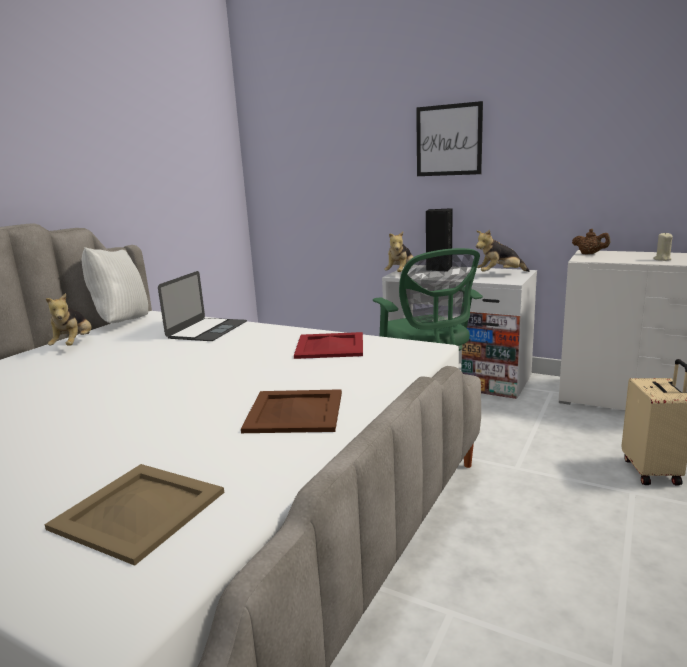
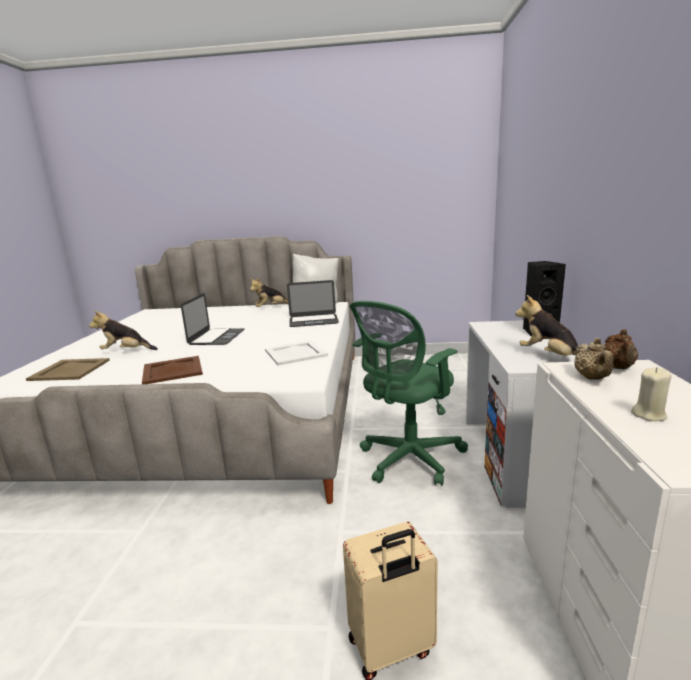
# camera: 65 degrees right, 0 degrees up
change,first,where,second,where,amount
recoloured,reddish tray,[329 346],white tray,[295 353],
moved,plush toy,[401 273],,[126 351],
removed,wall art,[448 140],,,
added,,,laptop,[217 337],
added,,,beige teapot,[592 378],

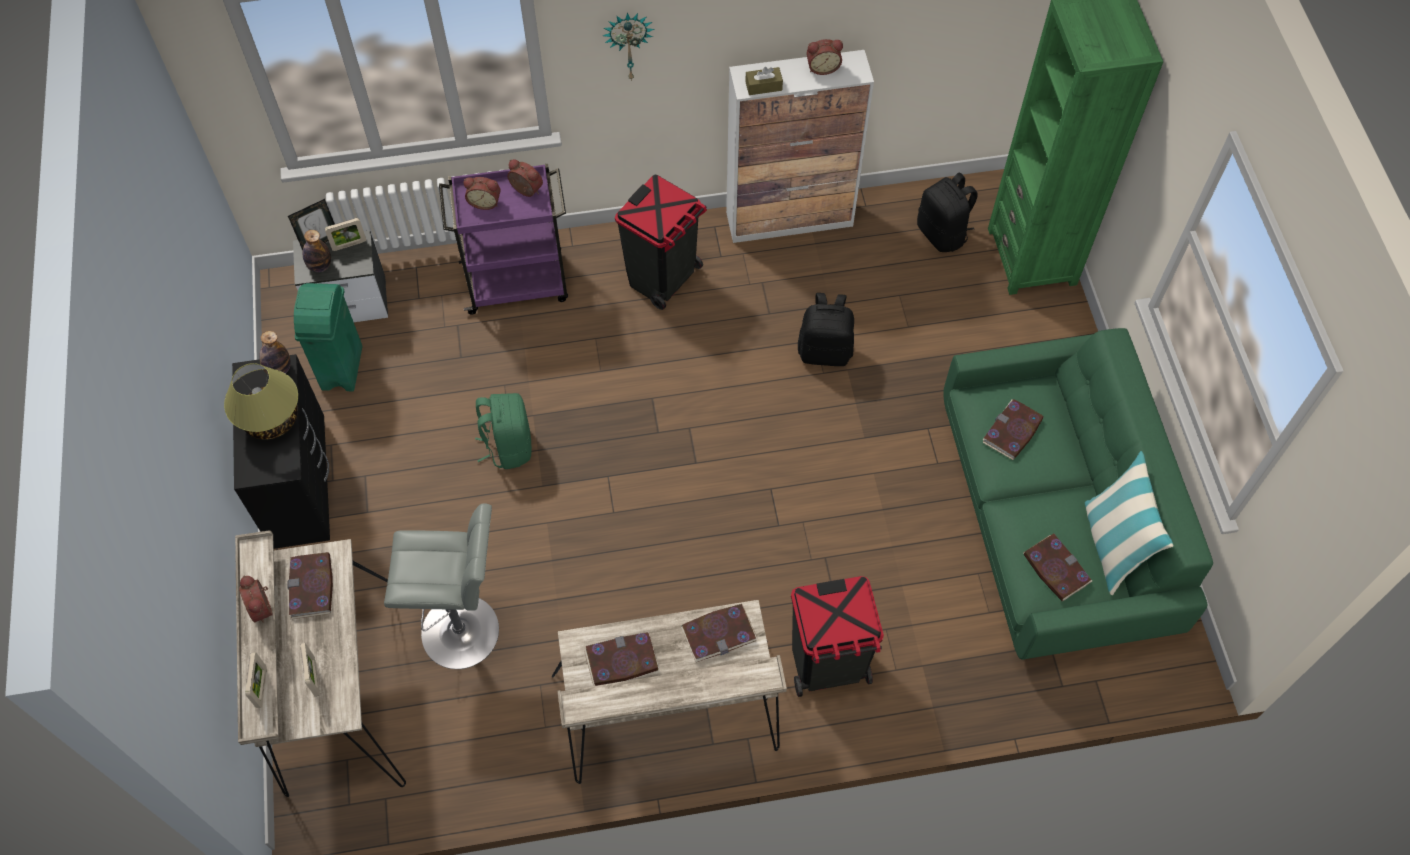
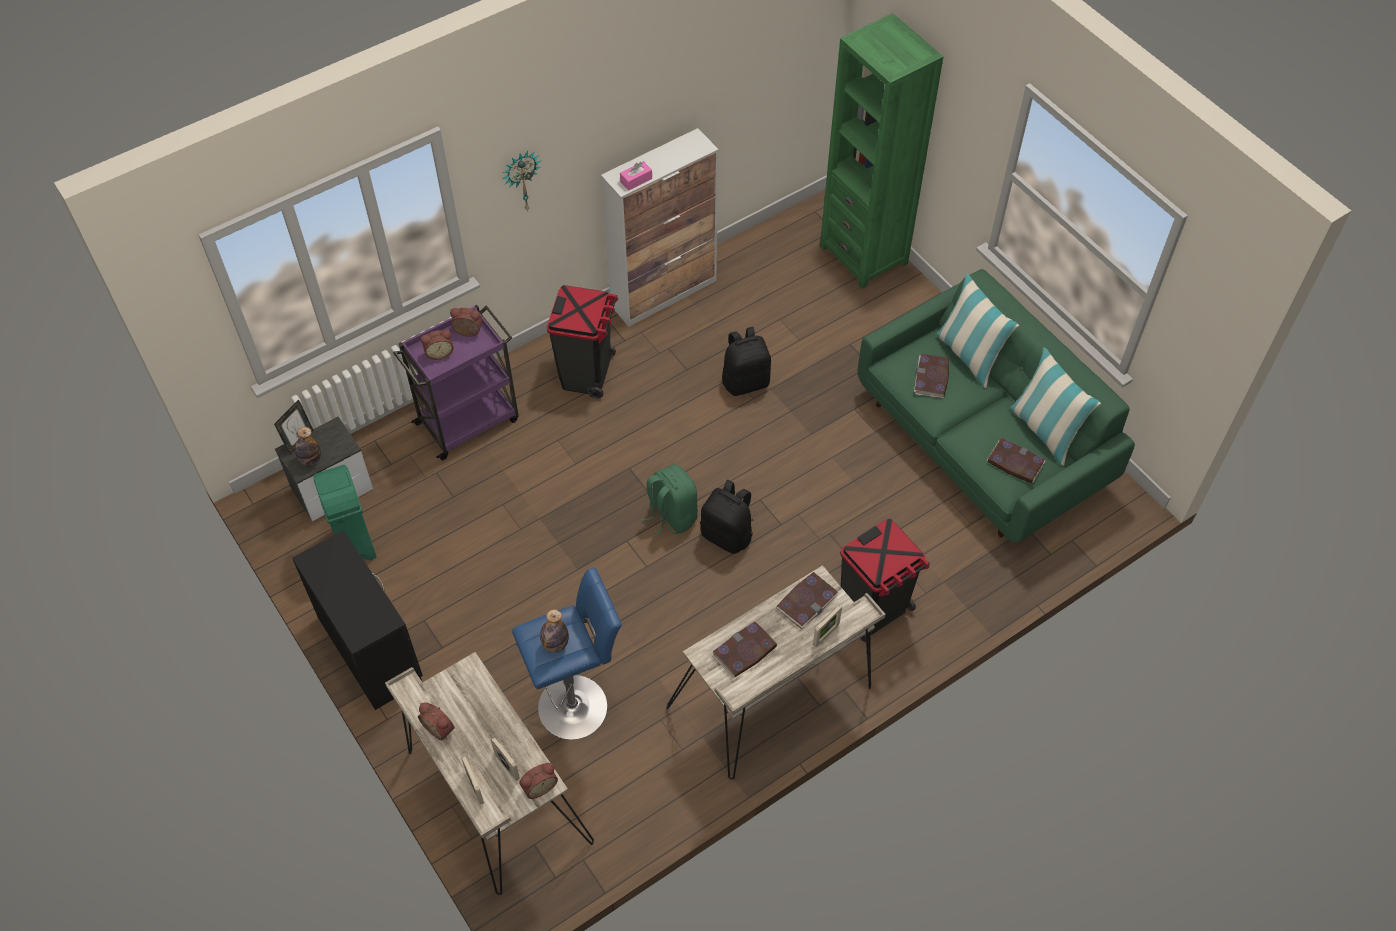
# camera: 25 degrees left, 5 degrees down
change,first,where,second,where,amount
removed,table lamp,[271 419],,,
moved,beverage bottle,[279 369],,[555 644],
removed,book,[311 587],,,
moved,photo frame,[349 245],,[826 635],
recoloured,grey stool,[466 631],bluish stool,[577 704],
moved,greenish backpack,[508 446],,[671 516],
recoloured,brown tissue holder,[763 86],pink tissue holder,[636 180],
moved,bedside clock,[822 67],,[539 786],
moved,black-coloured backpack,[942 234],,[727 535],
added,,,pillow,[969 355],

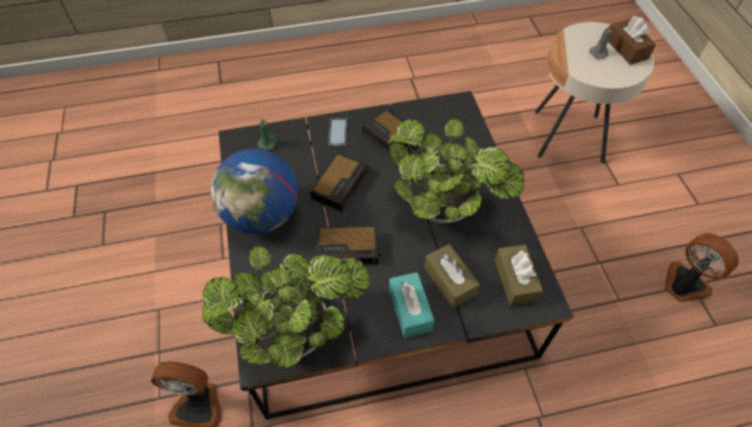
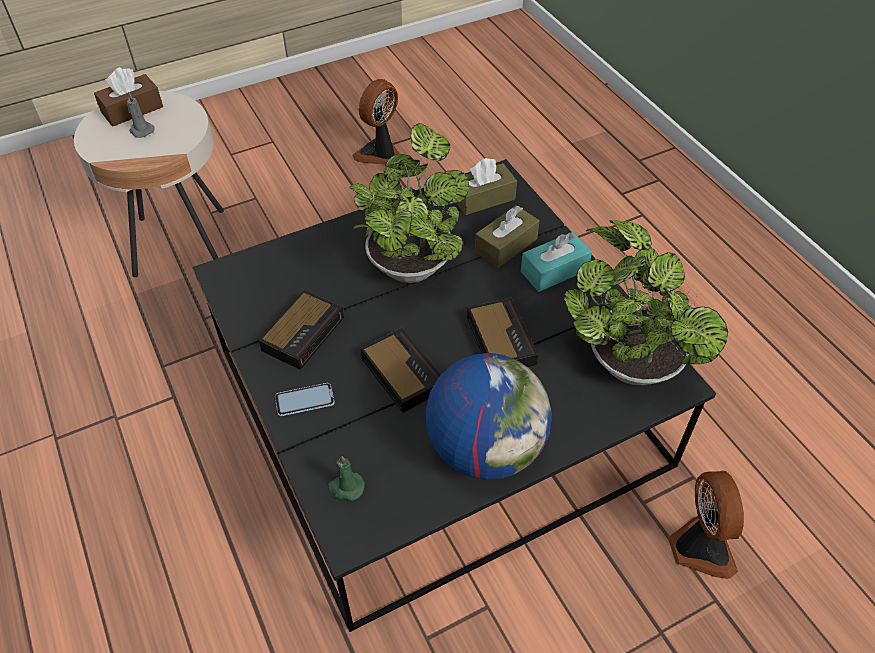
# camera: 105 degrees left, 5 degrees down
change,first,where,second,where,amount
turned,bedside clock,[340 183],,[401 372],45 degrees clockwise

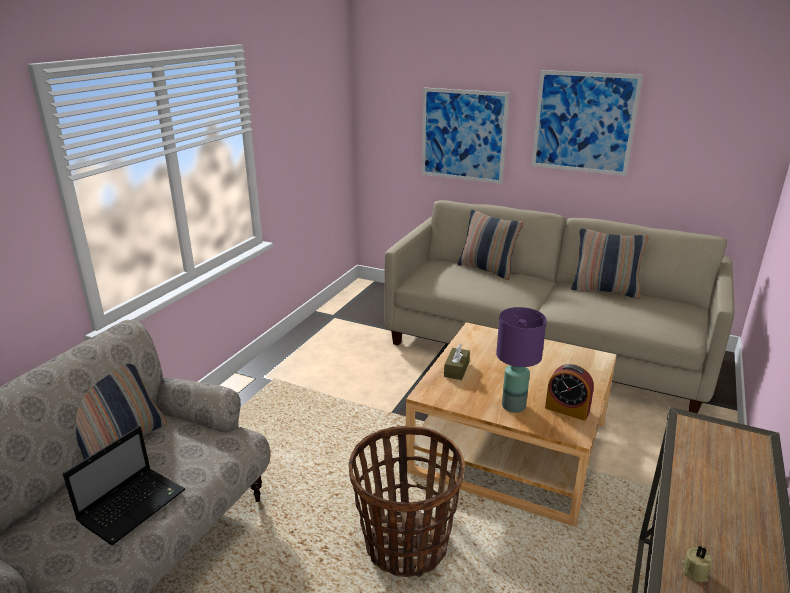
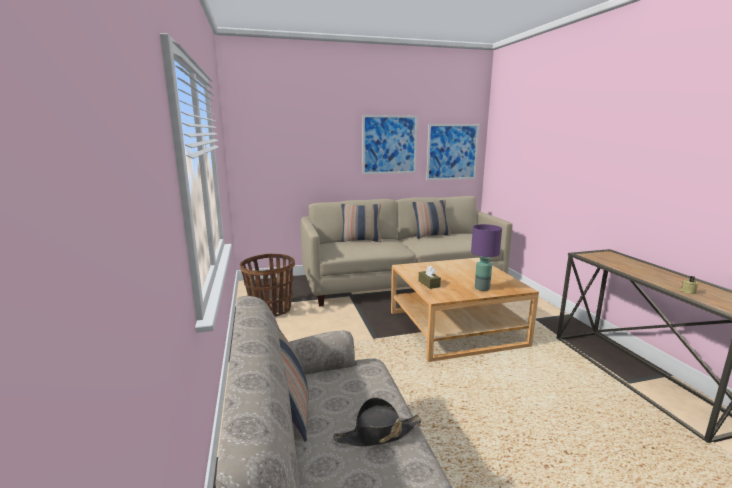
# camera: 40 degrees left, 10 degrees down
change,first,where,second,where,amount
replaced,laptop,[134 505],black-coloured hat,[378 434],
moved,basket,[405 545],,[271 310],
moved,wall art,[463 135],,[452 152],
removed,bedside clock,[567 409],,,

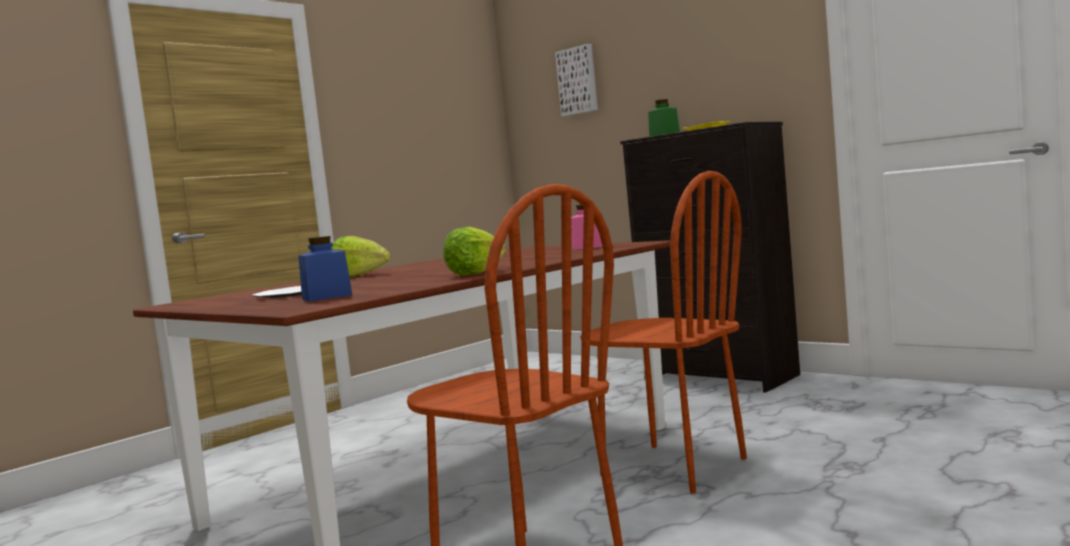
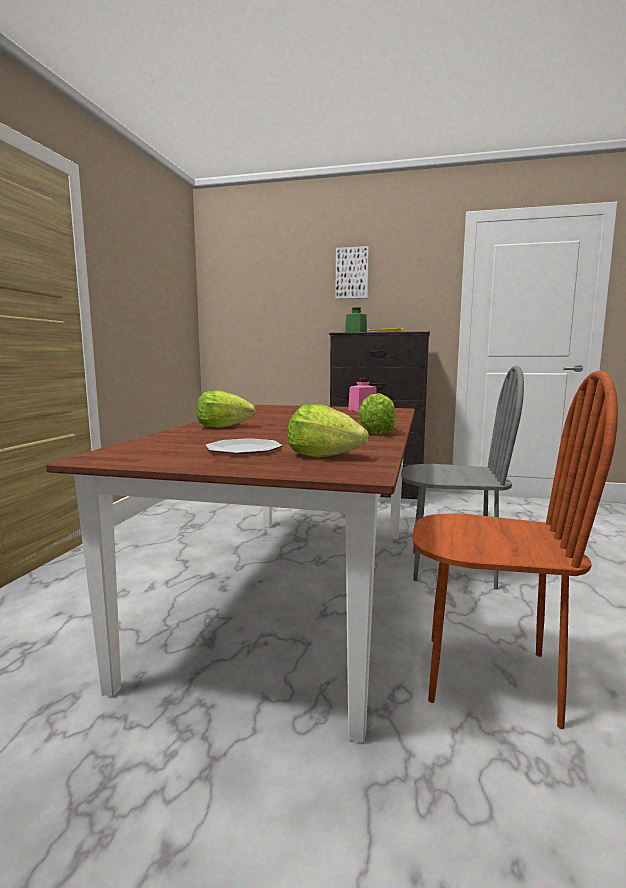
# camera: 30 degrees left, 5 degrees up
change,first,where,second,where,amount
replaced,bluish storage jar,[327 297],head of lettuce,[323 456],
moved,wall art,[578 81],,[352 273],
recoloured,brown plain chair,[673 467],grey plain chair,[452 568],

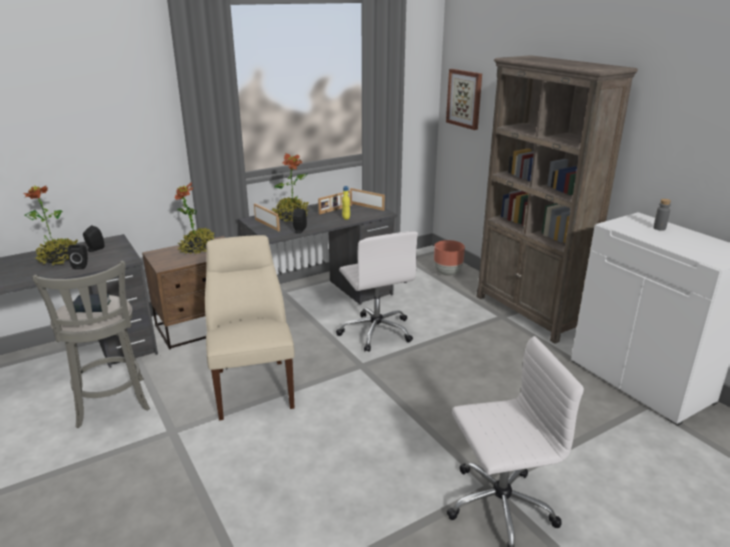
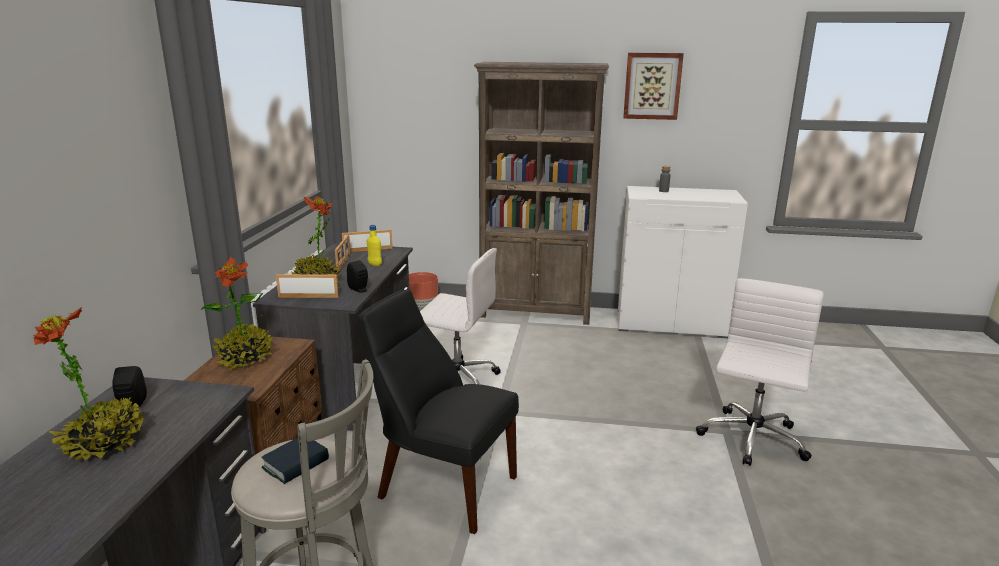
# camera: 50 degrees left, 5 degrees down
change,first,where,second,where,amount
removed,black-coloured loudspeaker,[82 266],,,
recoloured,beige plain chair,[253 385],black-coloured plain chair,[442 485],
moved,wall art,[465 98],,[652 86],

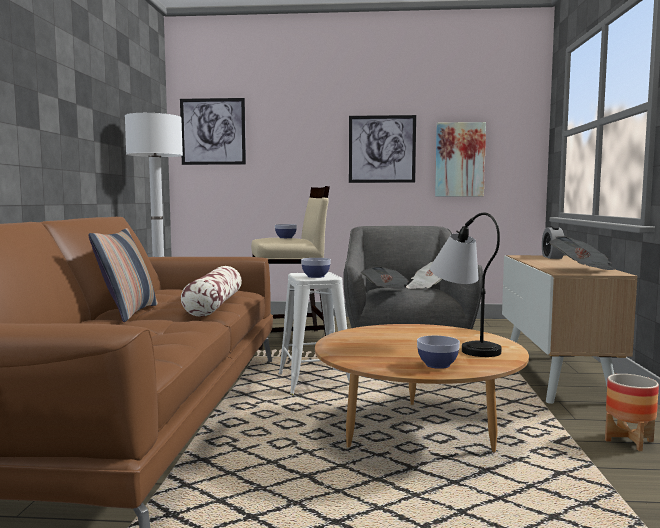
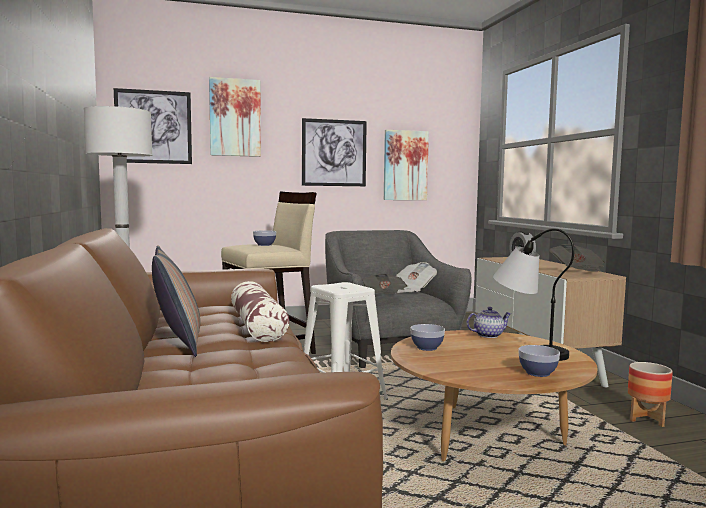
# camera: 20 degrees left, 0 degrees up
change,first,where,second,where,amount
moved,bowl,[315 276],,[427 348],
added,,,wall art,[235 117],
added,,,teapot,[488 335],

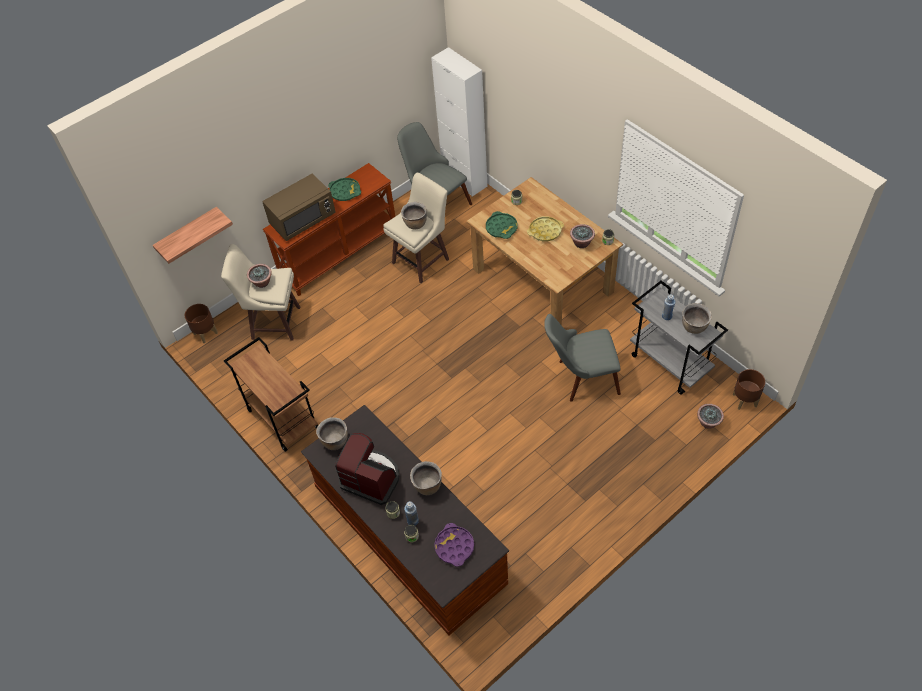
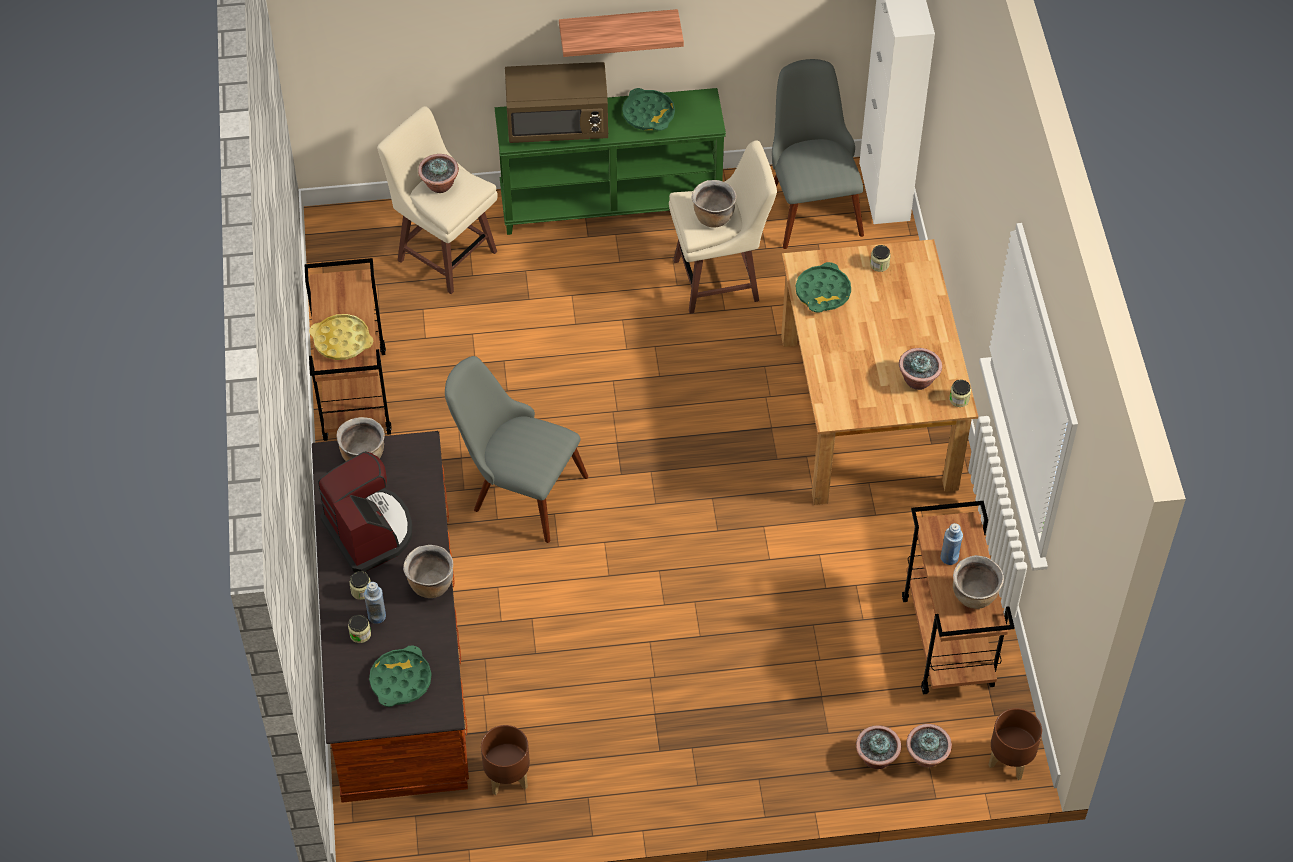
# camera: 30 degrees right, 0 degrees up
change,first,where,second,where,amount
moved,wall shelf,[188 234],,[618 28],
moved,brown flower pot,[205 333],,[507 777],
recoloured,brown hall table,[339 253],greenish hall table,[611 202],
recoloured,purple-coloured tray,[454 547],greenish tray,[400 680],
moved,yellow tray,[545 231],,[342 341],
moved,grey plain chair,[580 378],,[516 489],
recoloured,grey trolley,[670 363],brown trolley,[948 642],
added,,,potted plant,[876 758],

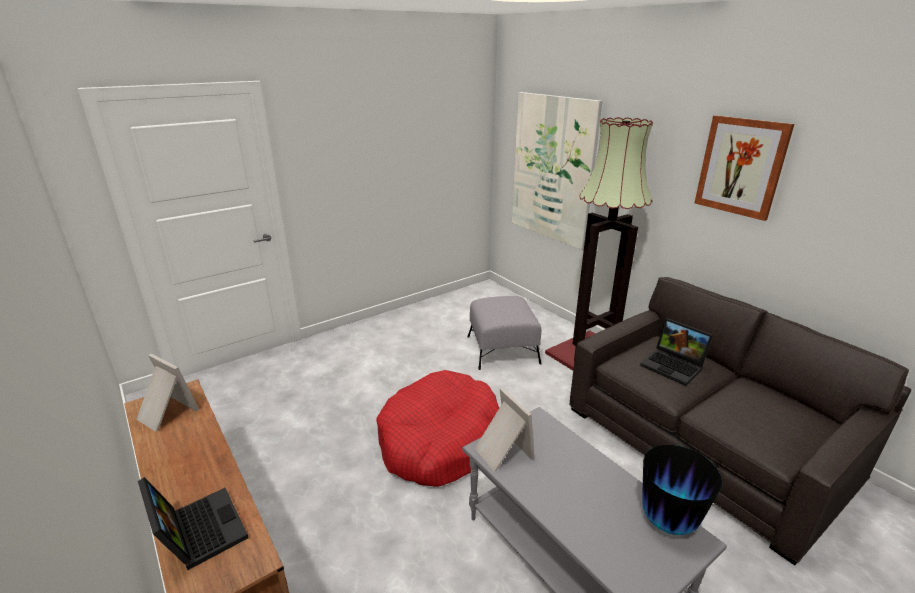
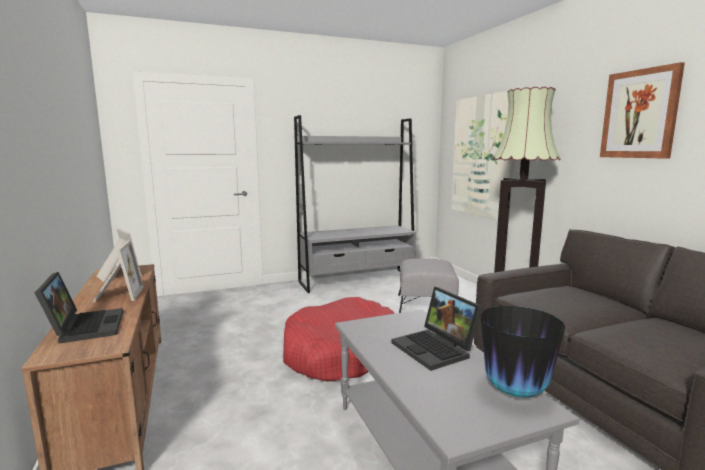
# camera: 15 degrees right, 15 degrees down
change,first,where,second,where,amount
moved,photo frame,[501 452],,[117 295],
moved,laptop,[674 366],,[436 349],
added,,,grey bookshelf,[357 280],

